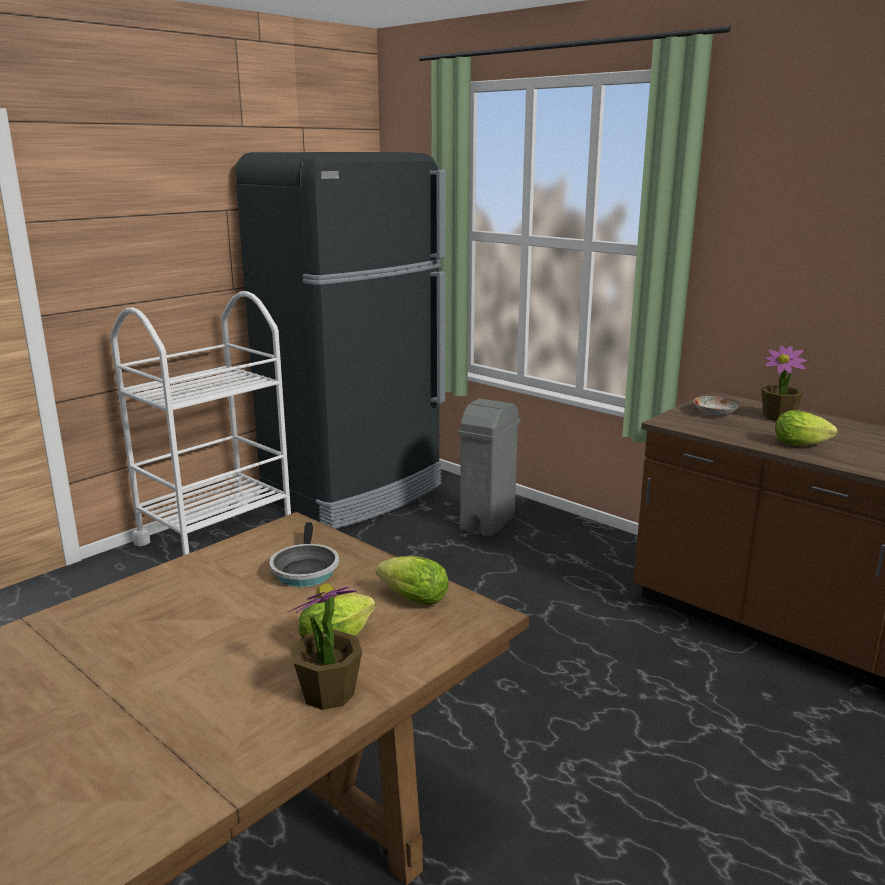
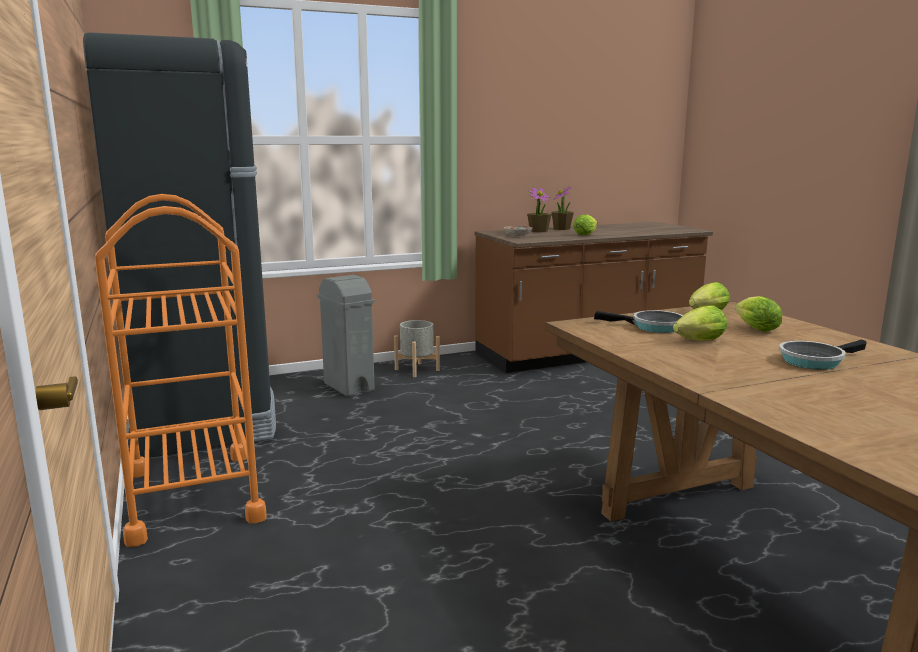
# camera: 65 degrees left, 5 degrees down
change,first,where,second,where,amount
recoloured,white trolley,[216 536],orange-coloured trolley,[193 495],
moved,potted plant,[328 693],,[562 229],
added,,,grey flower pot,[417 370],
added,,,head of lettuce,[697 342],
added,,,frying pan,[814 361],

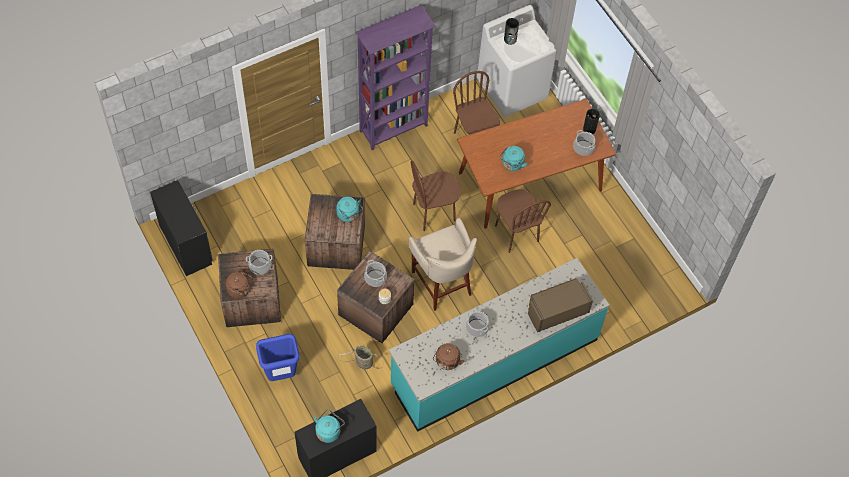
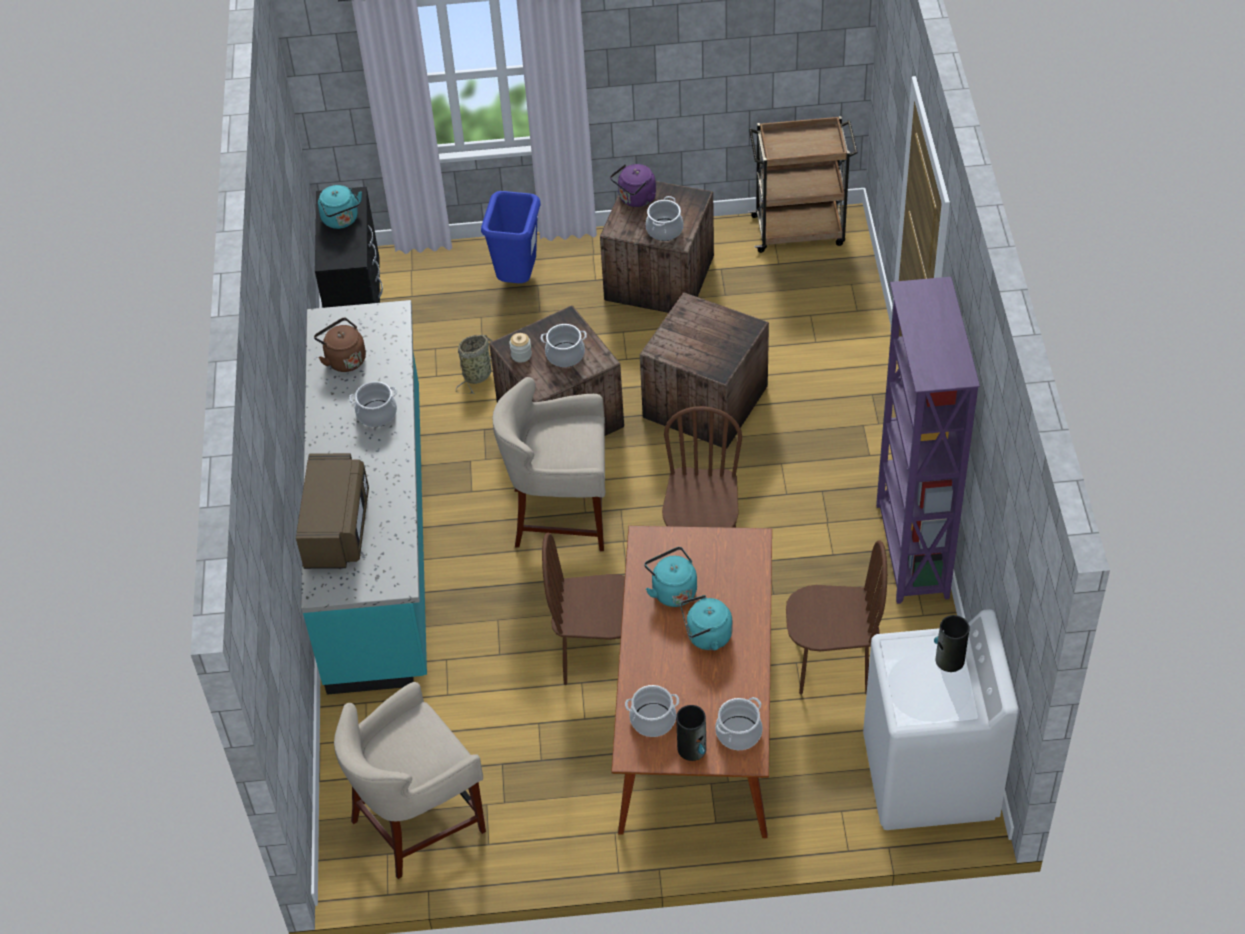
# camera: 120 degrees right, 10 degrees down
change,first,where,second,where,amount
replaced,black-coloured drawer chest,[186 243],brown trolley,[800 230],
recoloured,brown kettle,[240 290],purple-coloured kettle,[635 199],
moved,turquoise-coloured kettle,[349 215],,[706 636],
added,,,beige stool,[419 822],
added,,,stockpot,[739 733],

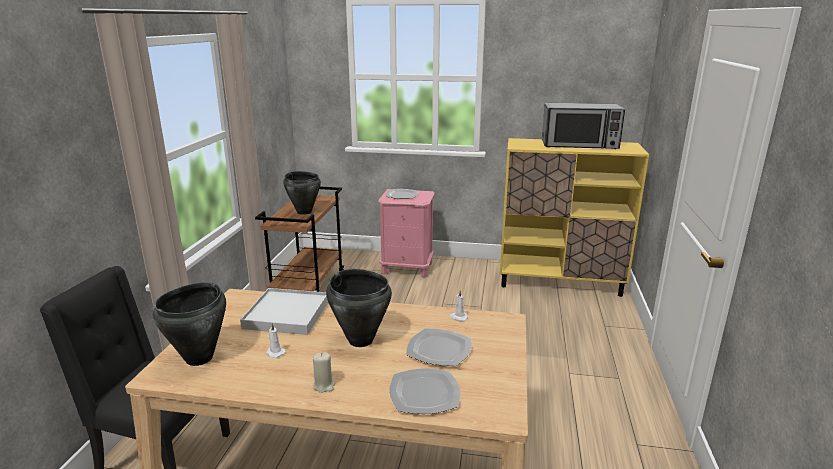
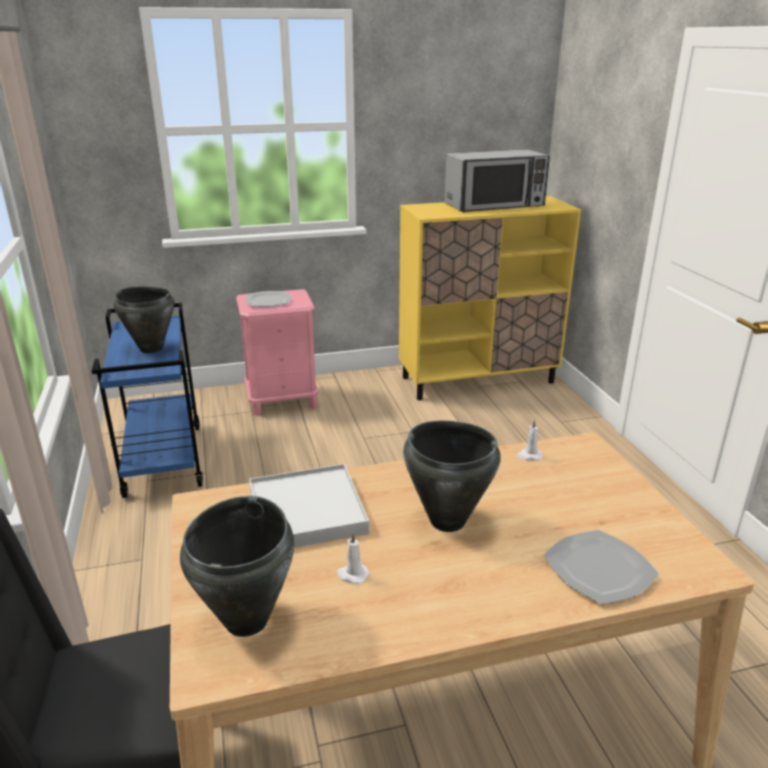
# camera: 25 degrees left, 5 degrees up
change,first,where,second,where,amount
recoloured,brown trolley,[308 288],bluish trolley,[163 459],
removed,beige wax light,[324 385],,,
removed,plate,[439 350],,,

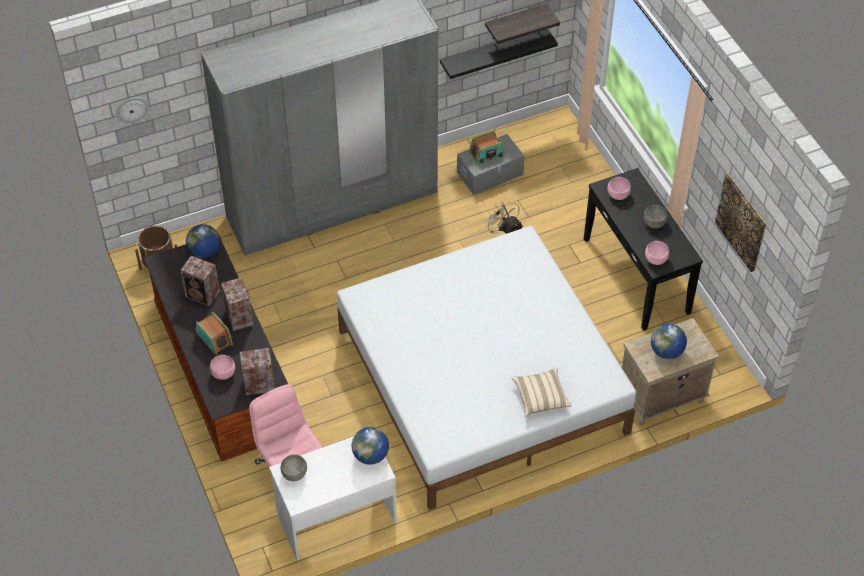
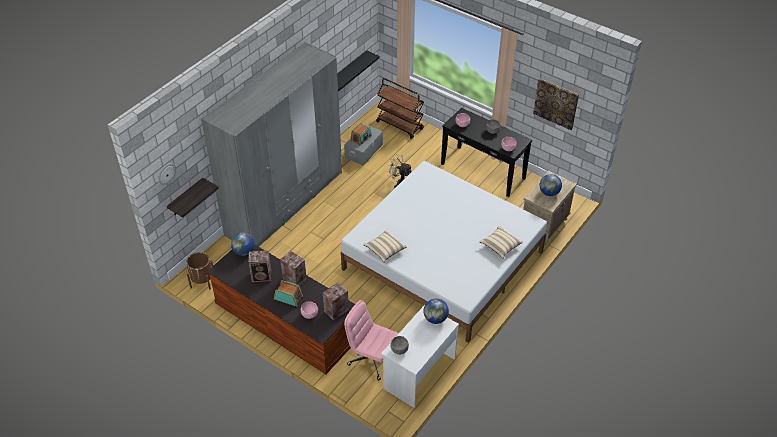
# camera: 30 degrees left, 5 degrees down
change,first,where,second,where,amount
moved,wall shelf,[515 22],,[186 198],
added,,,beige pillow,[385 250],
added,,,brown trolley,[400 125],

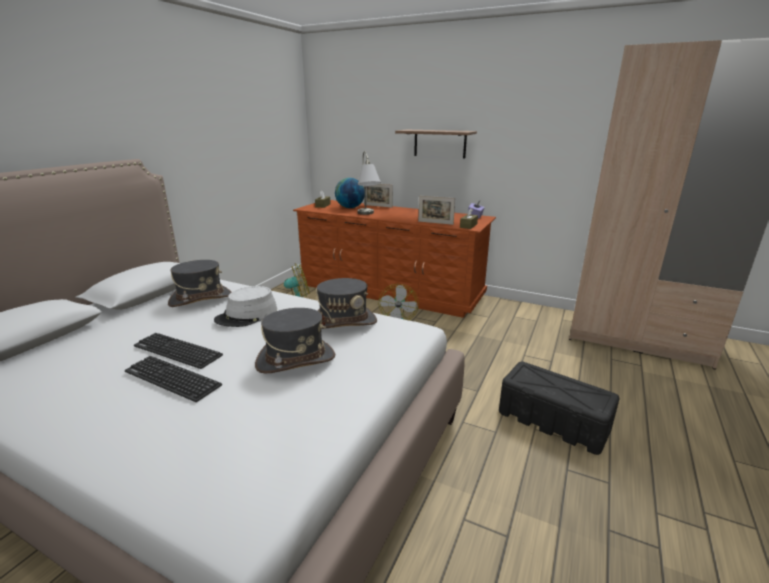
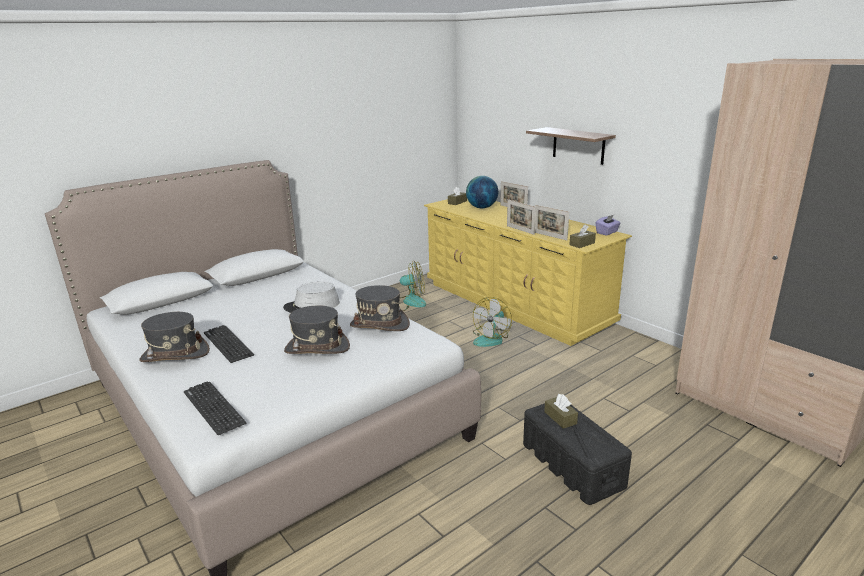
# camera: 25 degrees right, 0 degrees up
change,first,where,second,where,amount
moved,computer keyboard,[177 351],,[213 407],
moved,grey hat,[200 299],,[175 355],
recoloured,brown drawer chest,[390 291],yellow drawer chest,[514 303],
removed,grey table lamp,[367 215],,,
added,,,photo frame,[520 230],
added,,,brown tissue holder,[560 418],

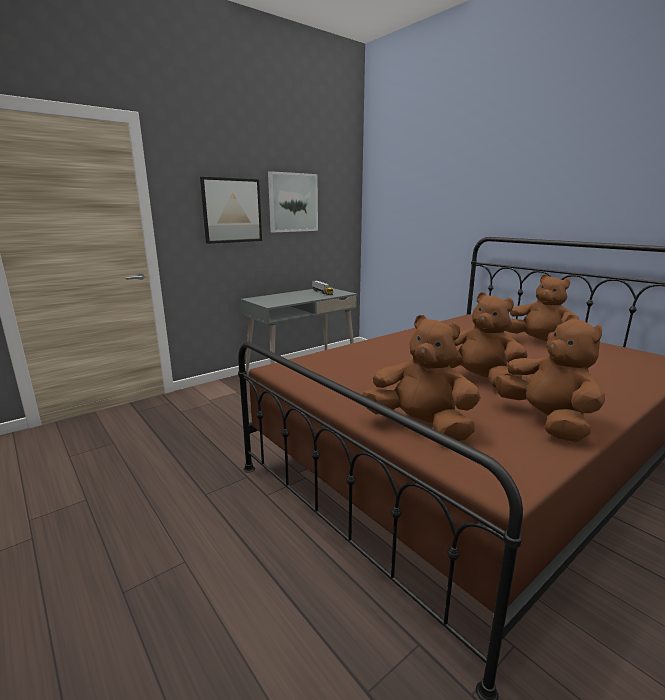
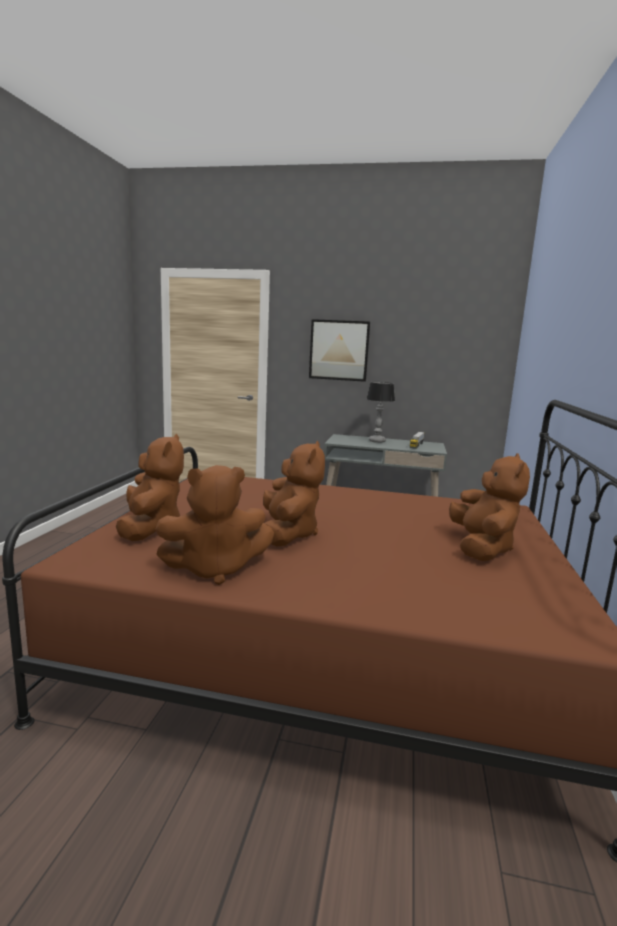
# camera: 50 degrees right, 5 degrees down
change,first,where,second,where,amount
removed,wall art,[293 202],,,
turned,brown plush toy,[546 421],,[215 569],45 degrees clockwise
added,,,table lamp,[376 441],

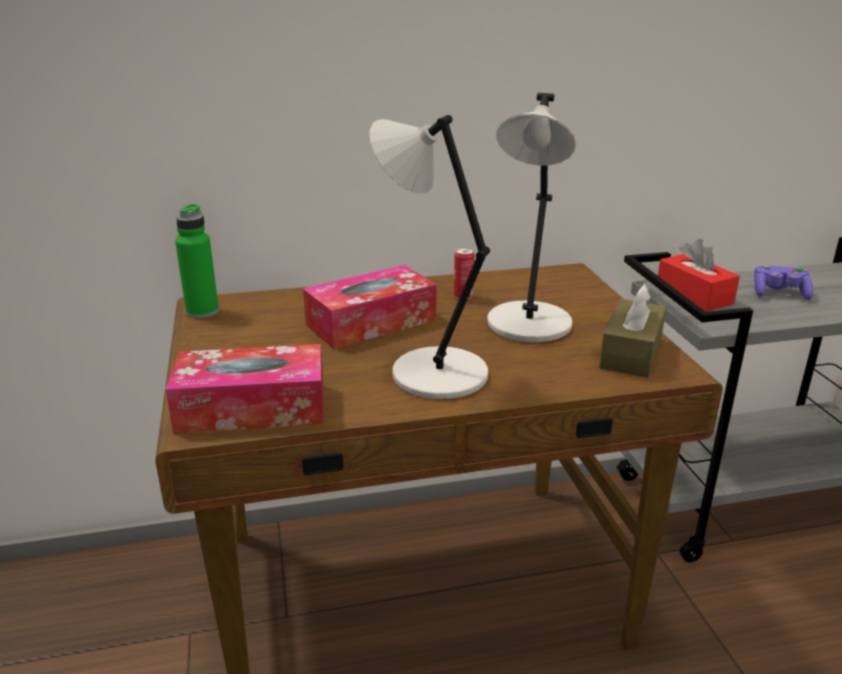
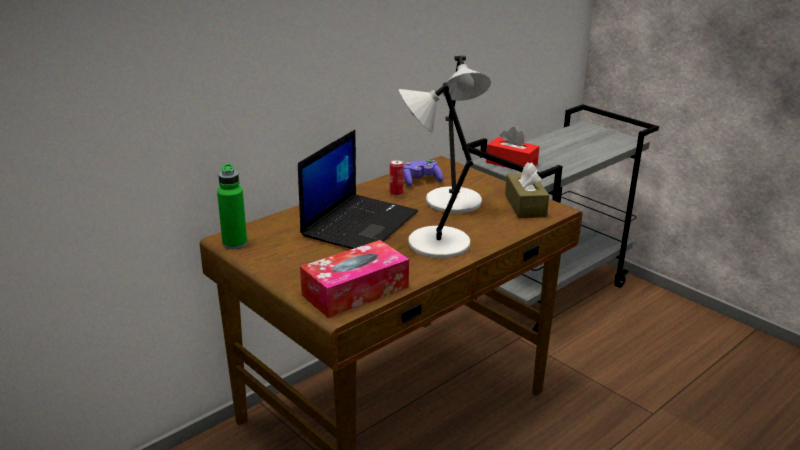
# camera: 30 degrees left, 0 degrees up
change,first,where,second,where,amount
replaced,tissue holder,[371 322],laptop,[359 223],
moved,purple-coloured gamepad,[779 293],,[420 181],

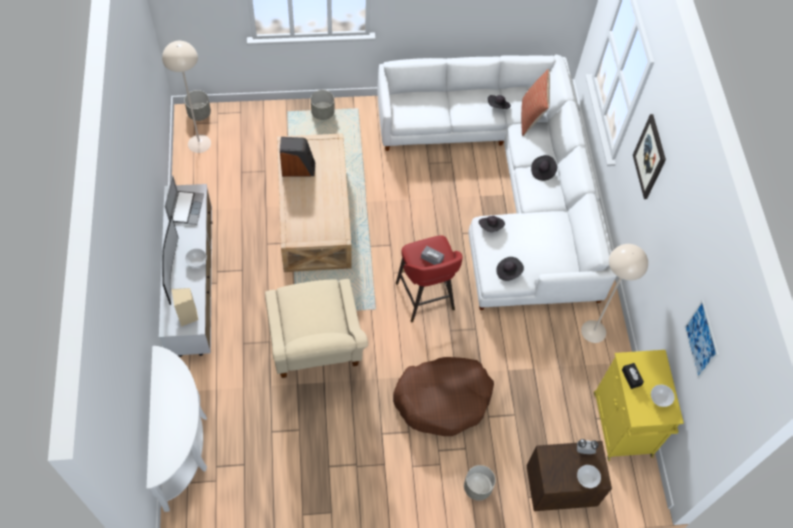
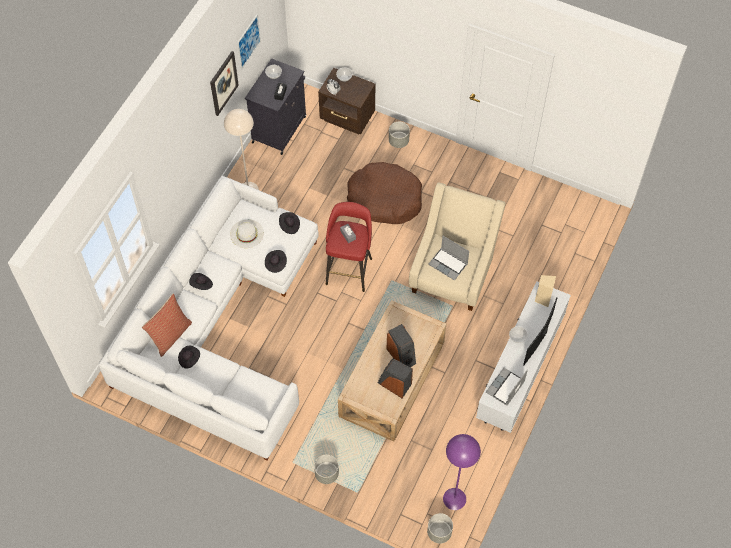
# camera: 145 degrees left, 0 degrees up
change,first,where,second,where,amount
removed,white hall table,[184 445],,,
recoloured,beige standard lamp,[199 143],purple-coloured standard lamp,[454 499],
recoloured,yellow storage cabinet,[623 426],black-coloured storage cabinet,[279 128],
moved,wall art,[650 157],,[223 83],
added,,,white hat,[247 233],
added,,,loudspeaker,[401 355],
added,,,laptop,[448 264],

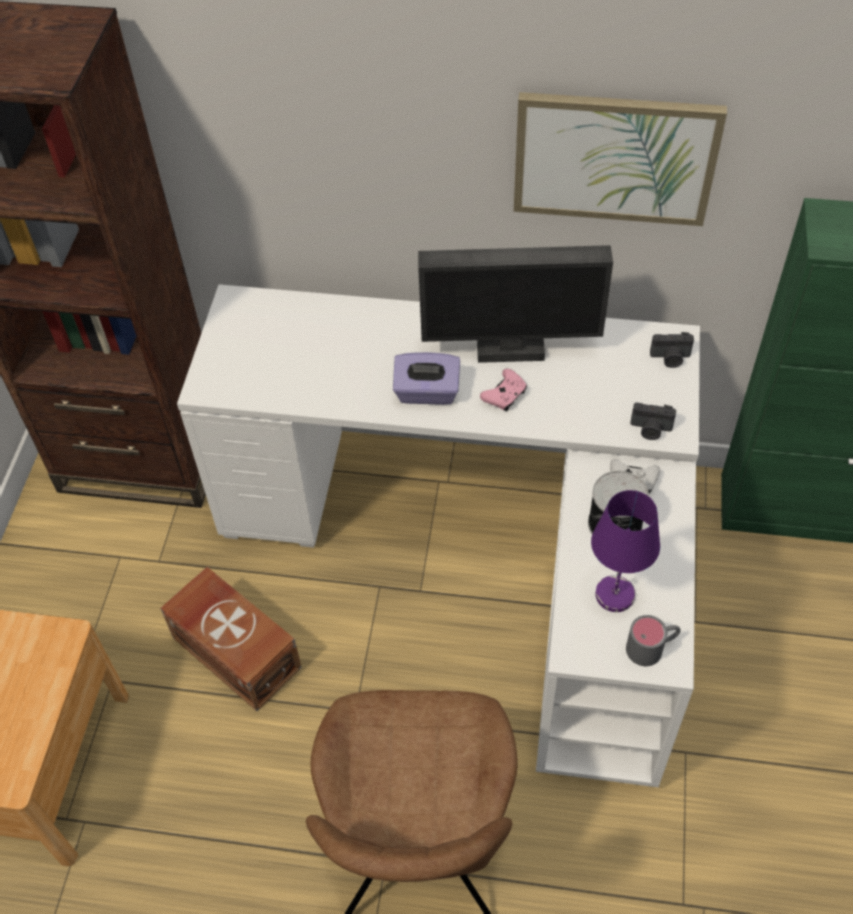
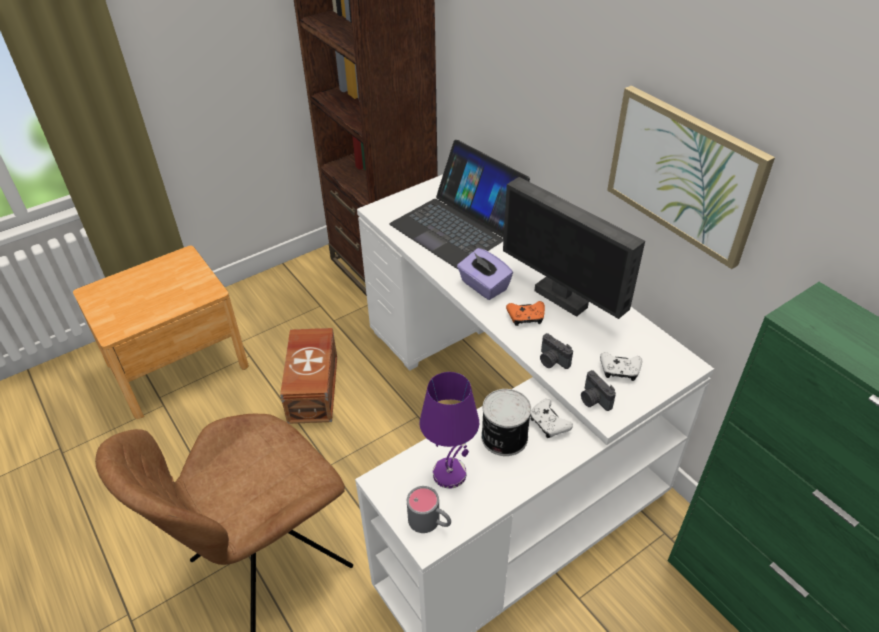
# camera: 45 degrees right, 10 degrees down
change,first,where,second,where,amount
recoloured,pink gamepad,[505 396],orange-coloured gamepad,[526 317],
moved,still camera,[670 358],,[552 361],
added,,,laptop,[457 226],
added,,,white gamepad,[619 371],

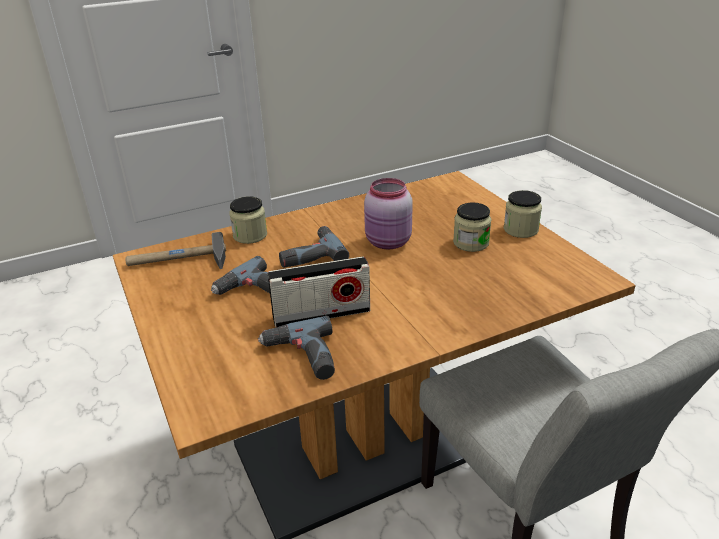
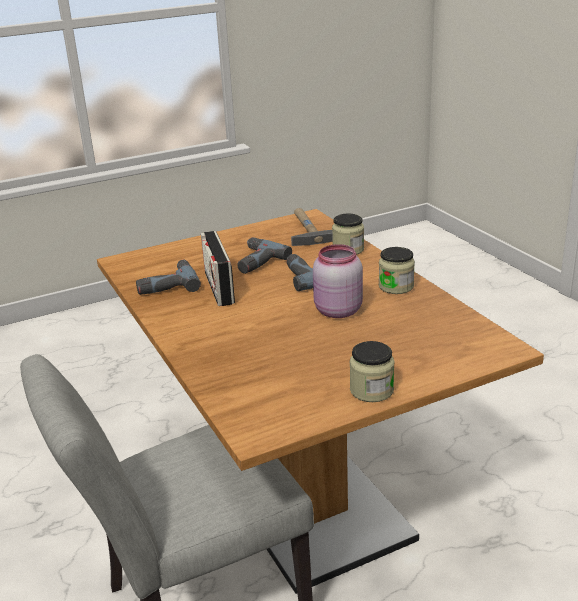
# camera: 90 degrees right, 5 degrees down
change,first,where,second,where,amount
moved,storage jar,[471 243],,[396 286],

